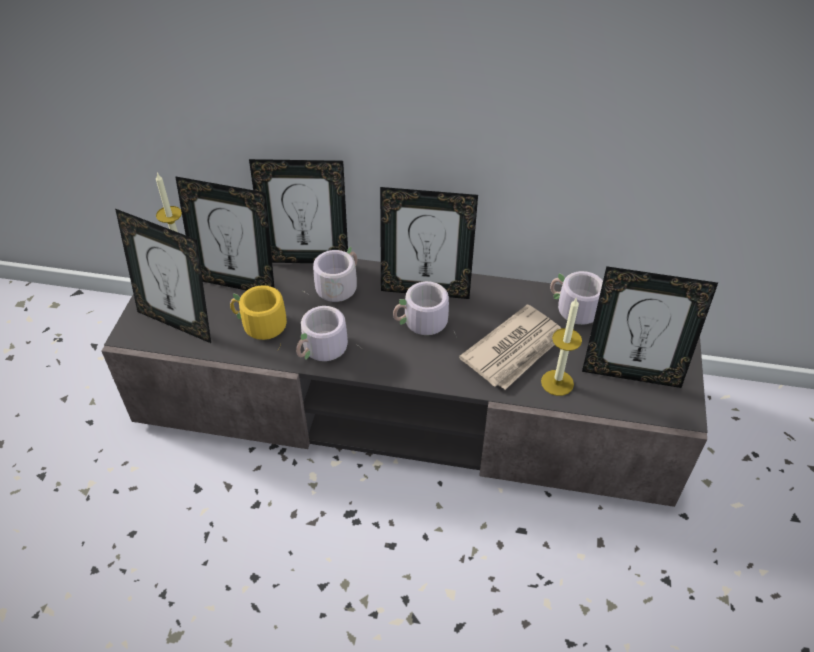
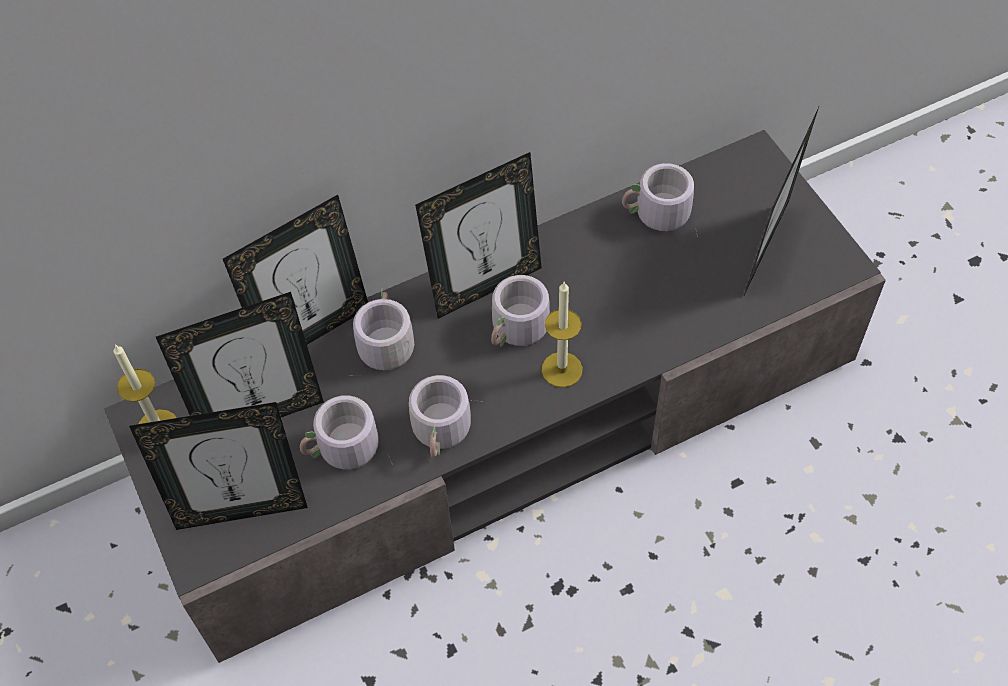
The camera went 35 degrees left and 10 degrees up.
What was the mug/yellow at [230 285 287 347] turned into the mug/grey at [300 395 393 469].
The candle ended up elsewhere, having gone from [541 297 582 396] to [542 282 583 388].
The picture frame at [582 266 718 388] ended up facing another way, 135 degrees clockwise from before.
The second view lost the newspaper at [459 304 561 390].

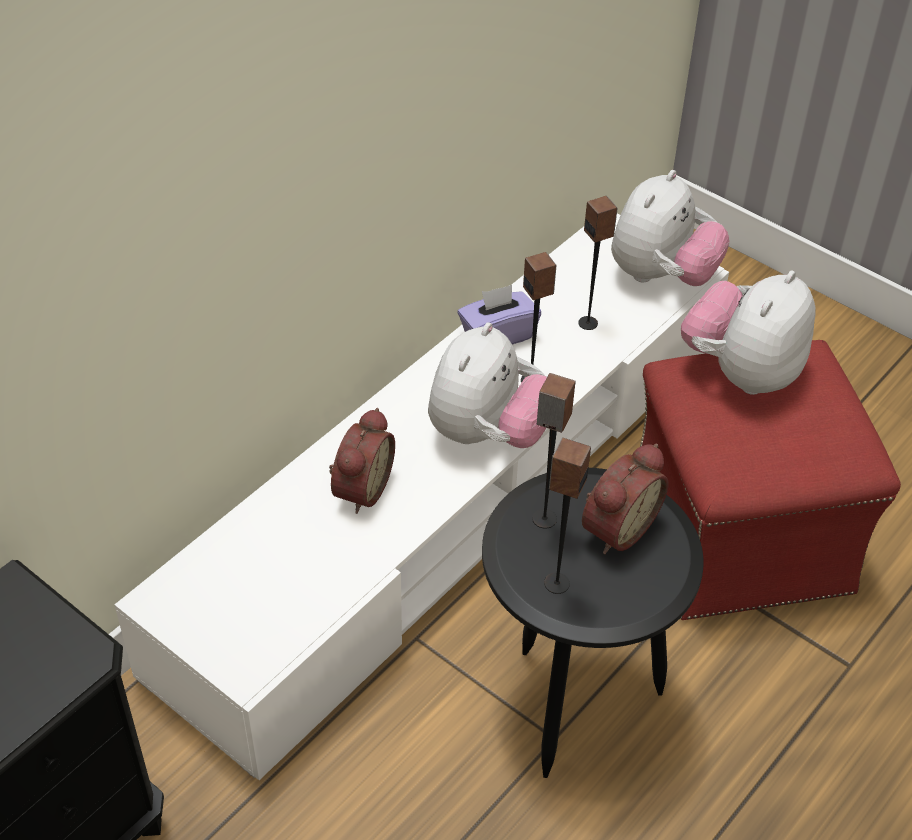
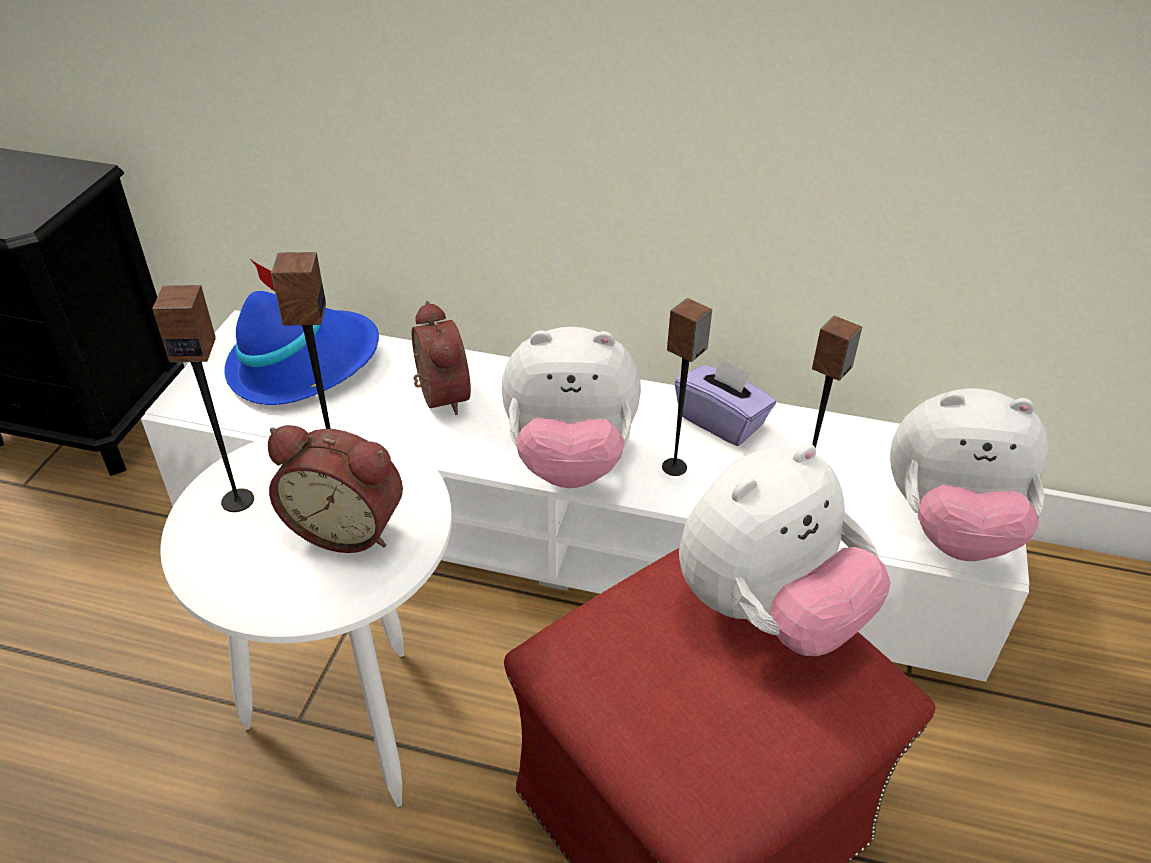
The camera went 65 degrees right and 5 degrees down.
What was the side table/black at [482 468 704 778] turned into the side table/white at [160 426 452 807].
The second view gained the hat/blue at [224 259 379 405].
The alarm clock at [329 408 395 514] ended up facing another way, 105 degrees counterclockwise from before.
The plush toy at [681 270 816 395] ended up facing another way, 135 degrees clockwise from before.

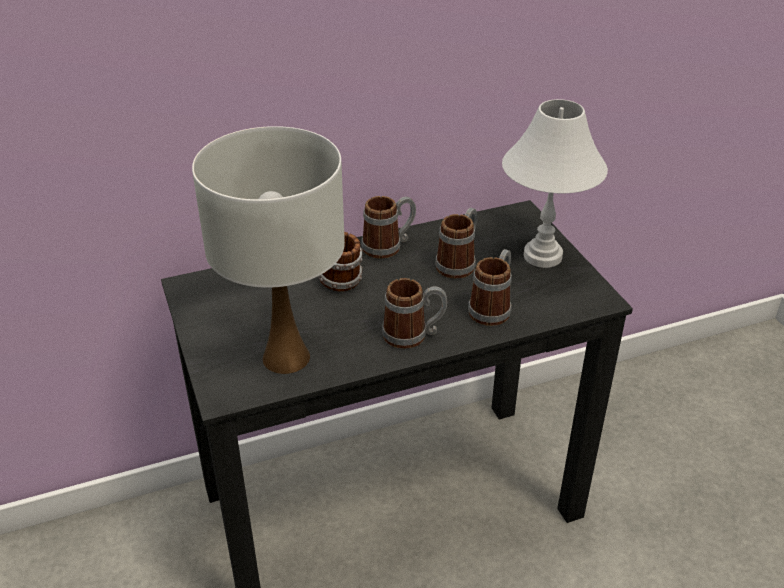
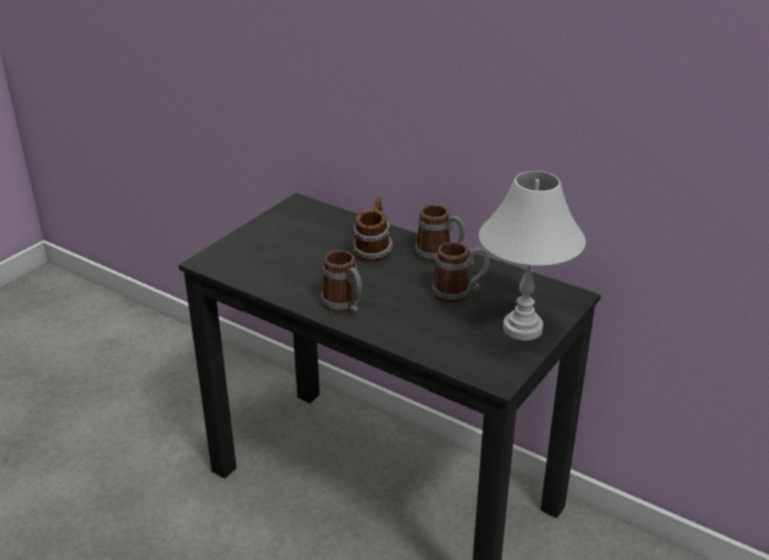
The camera went 55 degrees right and 5 degrees down.
The second view lost the table lamp/white at [192 126 345 374].
The second view lost the mug at [468 249 512 326].

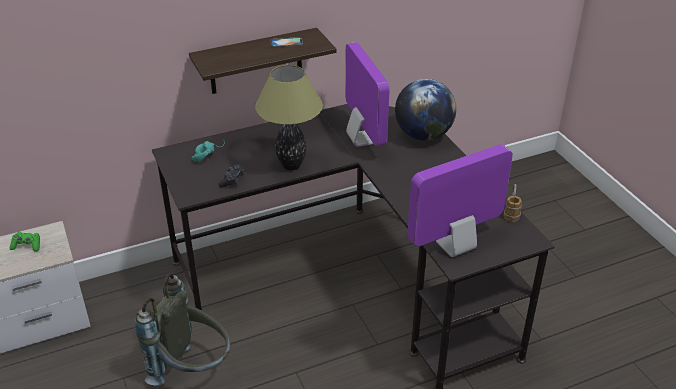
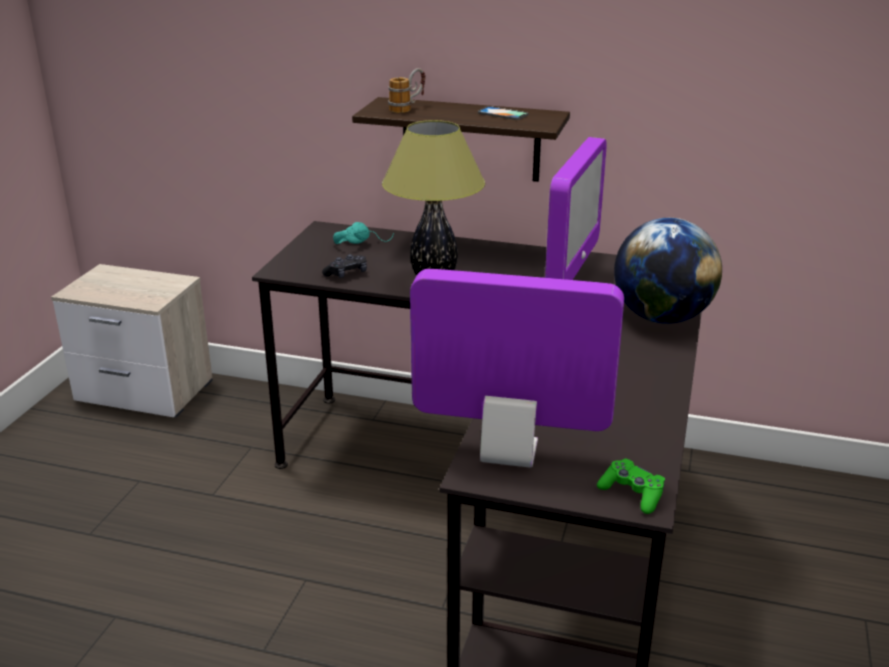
The camera went 40 degrees right and 10 degrees down.
The mug ended up elsewhere, having gone from [504 184 522 222] to [388 68 425 113].
The game controller/green ended up elsewhere, having gone from [10 232 40 252] to [597 459 665 514].
The second view lost the backpack/grey at [135 273 230 386].

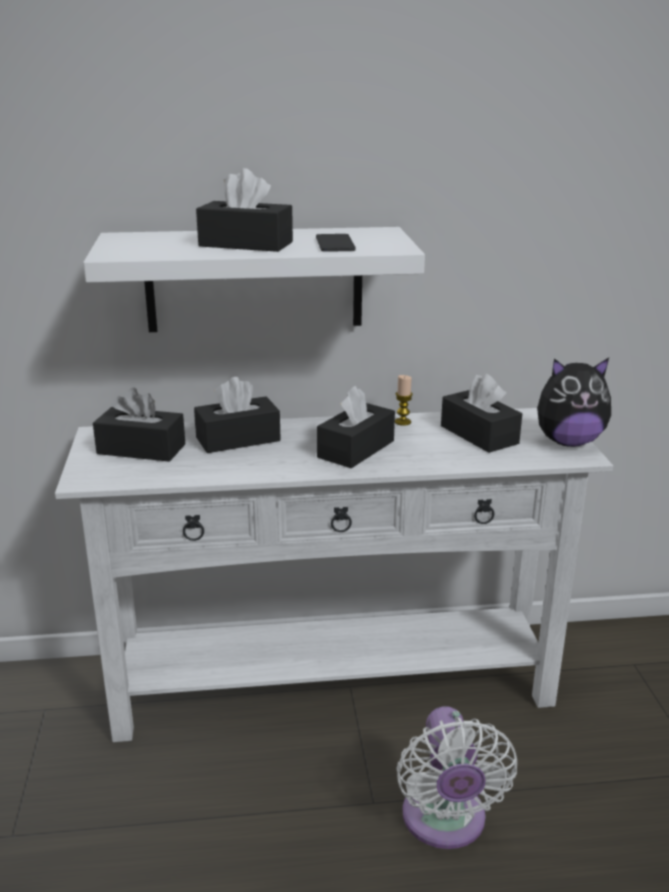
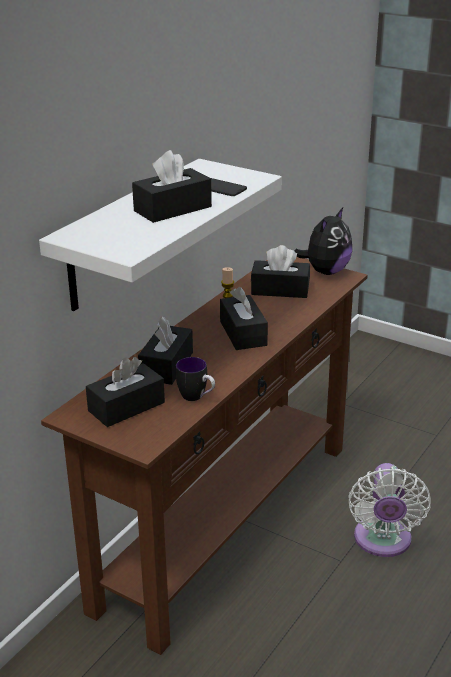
The camera went 50 degrees left and 5 degrees up.
What was the console table/white at [55 408 613 742] turned into the console table/brown at [41 257 368 655].
The second view gained the mug at [176 357 215 401].
The fan/white at [397 706 517 849] ended up facing another way, 60 degrees clockwise from before.

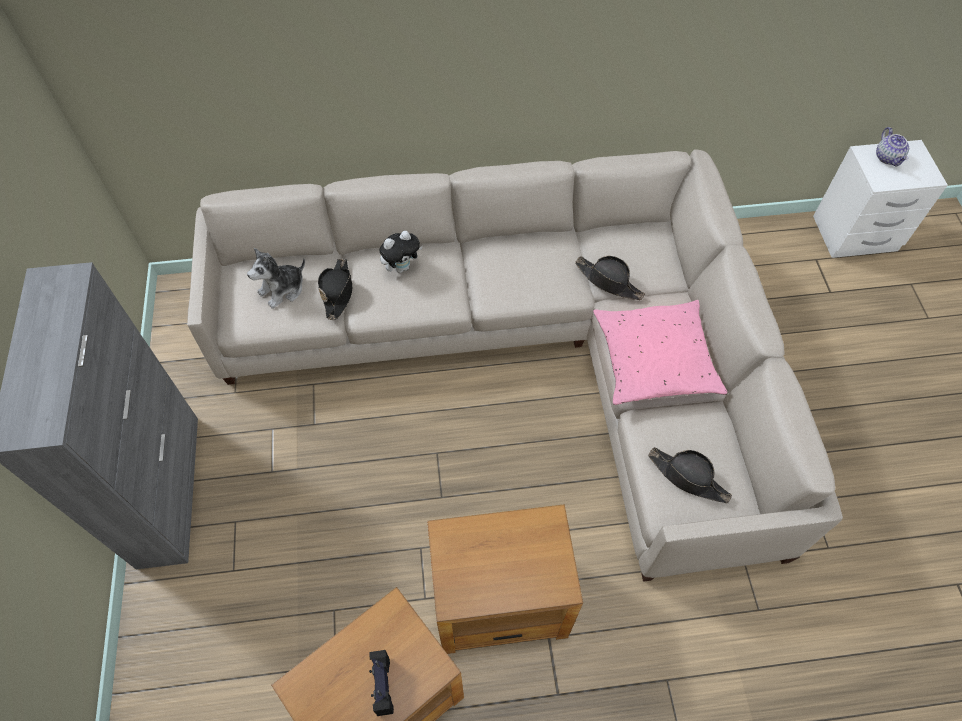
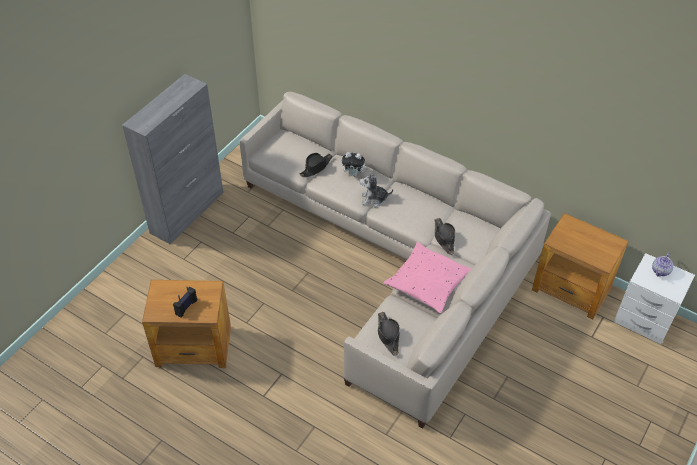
The camera went 40 degrees right and 10 degrees down.
The plush toy ended up elsewhere, having gone from [247 248 305 309] to [359 170 393 207].
The side table/brown ended up elsewhere, having gone from [427 504 583 654] to [532 213 629 319].

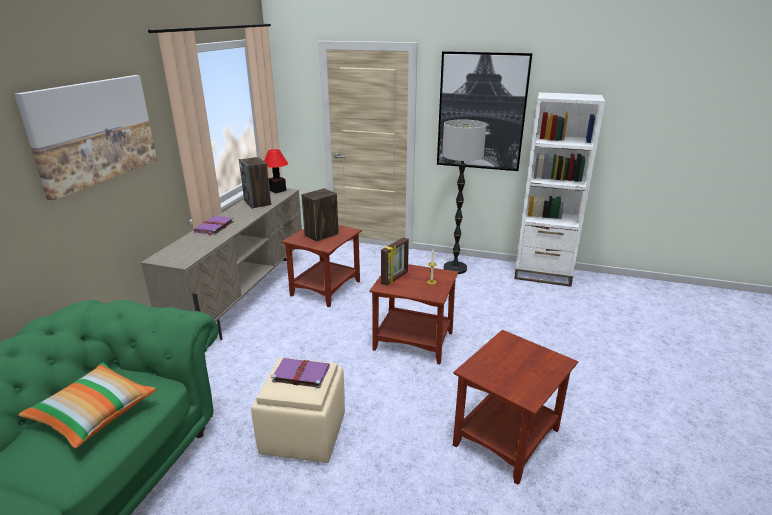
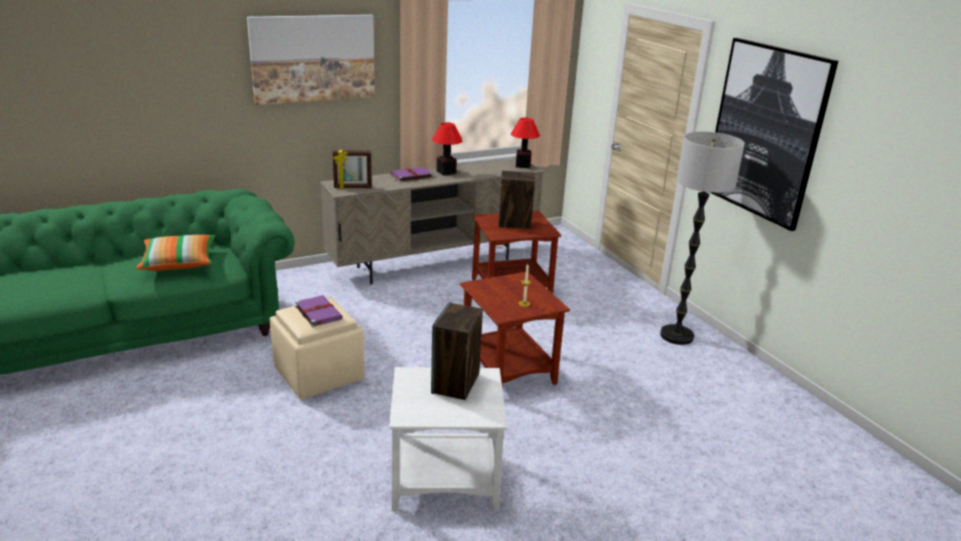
The camera went 45 degrees right and 0 degrees up.
The picture frame ended up elsewhere, having gone from [381 237 409 286] to [333 150 372 189].
What was the side table/brown at [453 330 578 485] turned into the side table/white at [389 367 507 512].
The speaker ended up elsewhere, having gone from [239 157 271 209] to [431 302 483 400].
The second view gained the table lamp at [432 122 462 176].
The second view lost the bookcase/white at [514 92 605 287].

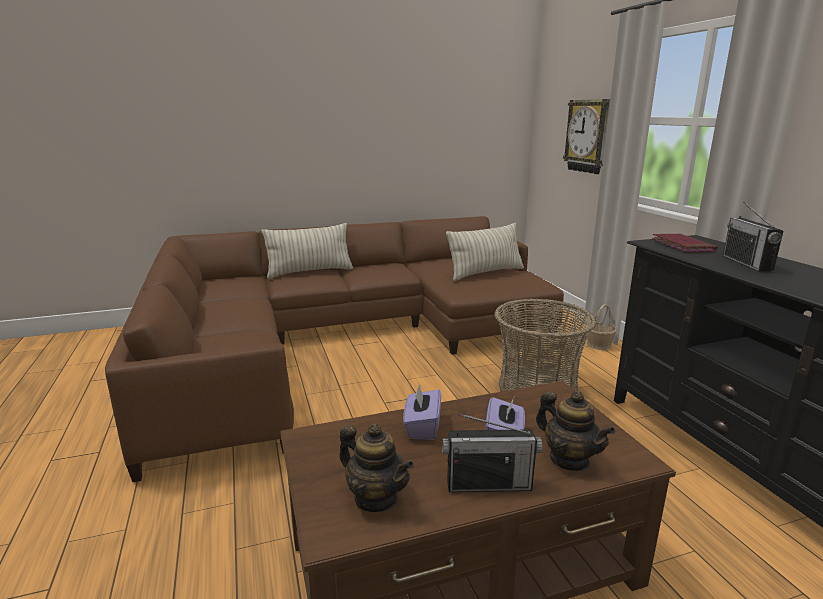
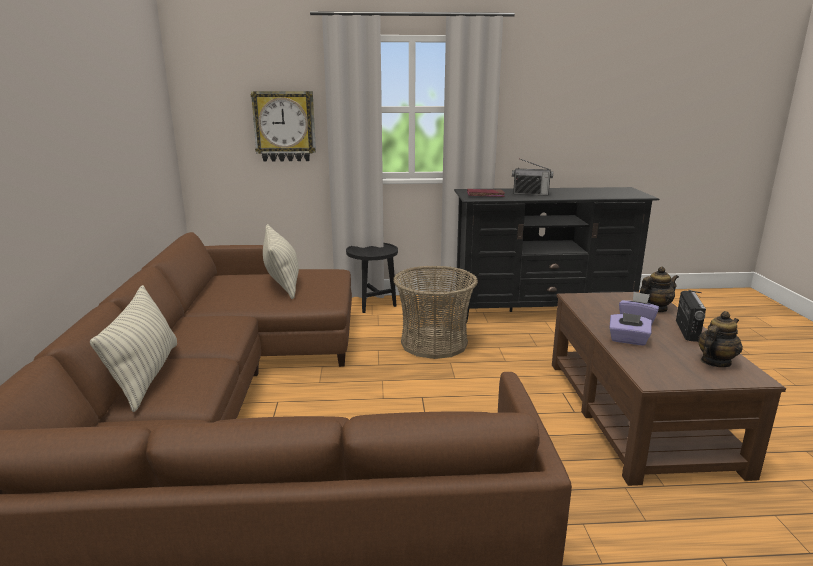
The camera went 75 degrees left and 0 degrees up.
Where the basket stood at [586 305 617 350], the side table/black came to stand at [346 243 398 313].

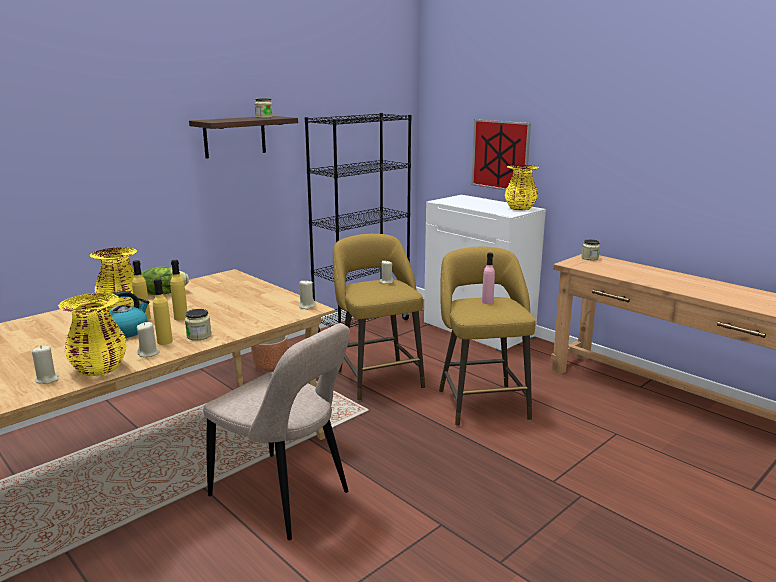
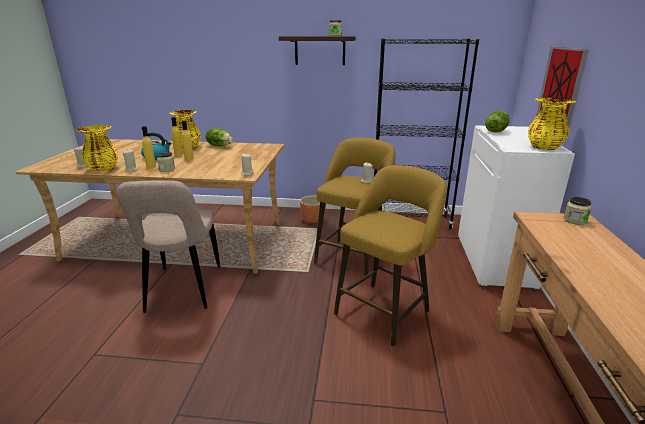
The camera went 50 degrees right and 5 degrees up.
The second view gained the lettuce at [485 111 510 132].
The second view lost the bottle/pink at [482 253 495 304].

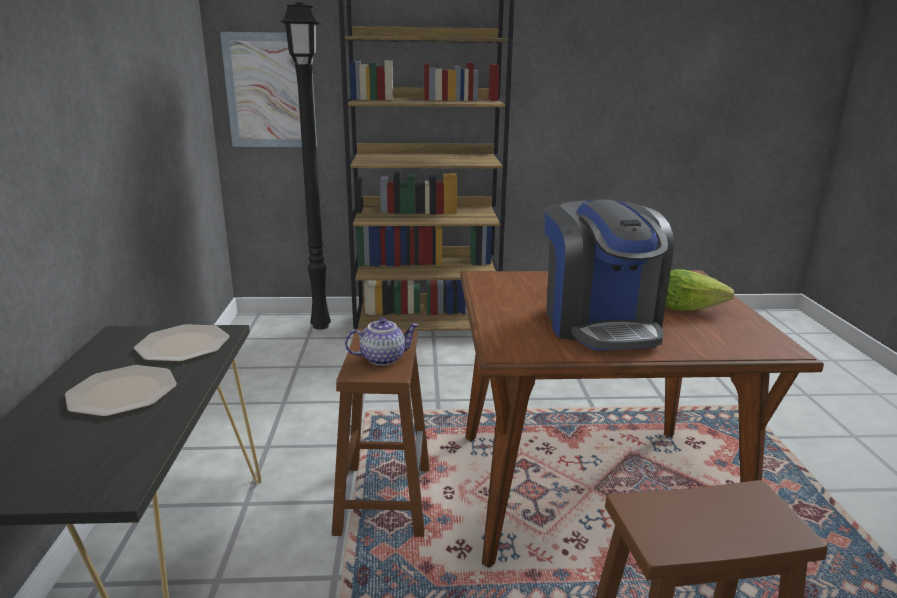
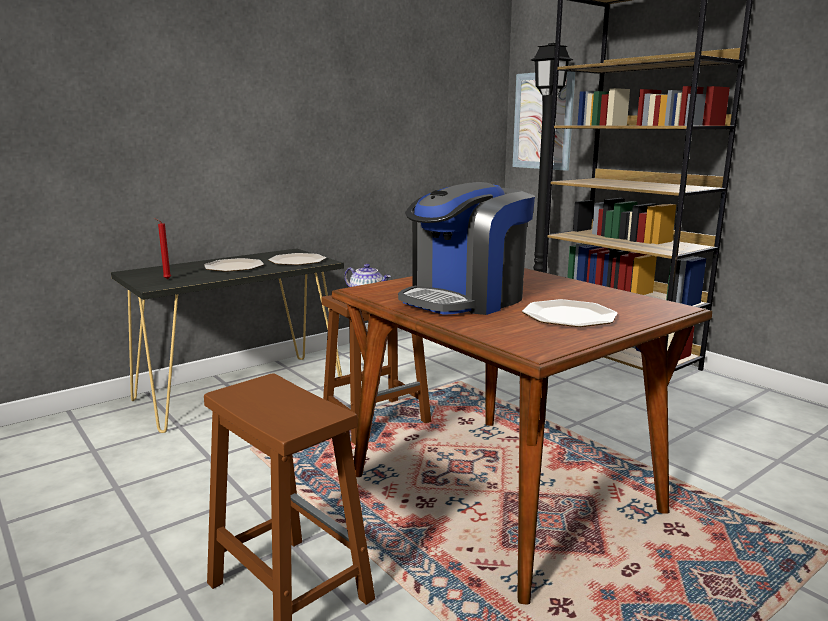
The camera went 55 degrees right and 5 degrees down.
The second view gained the candle/red at [154 218 171 279].
Where the lettuce stood at [665 269 735 311], the plate came to stand at [522 299 618 327].

